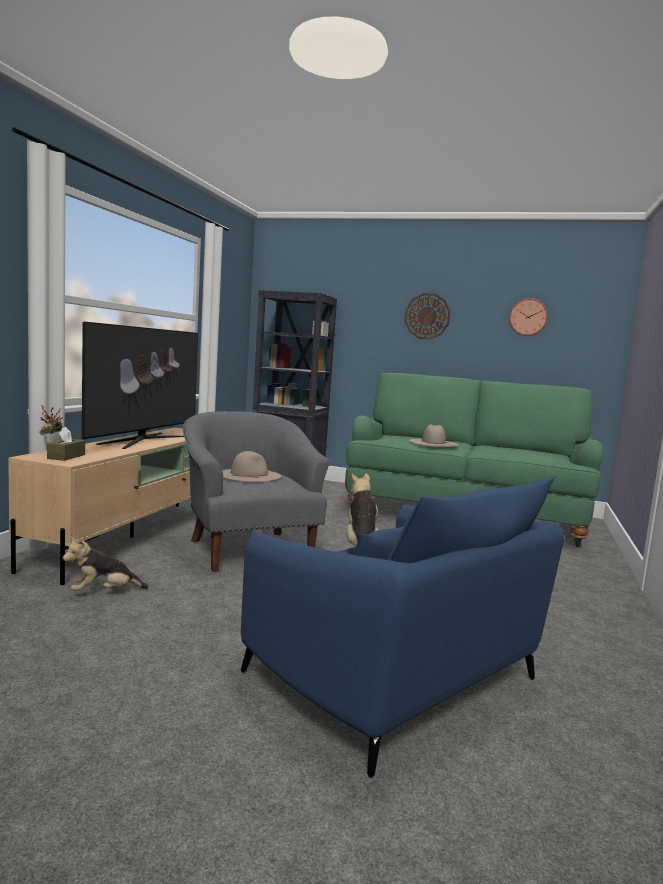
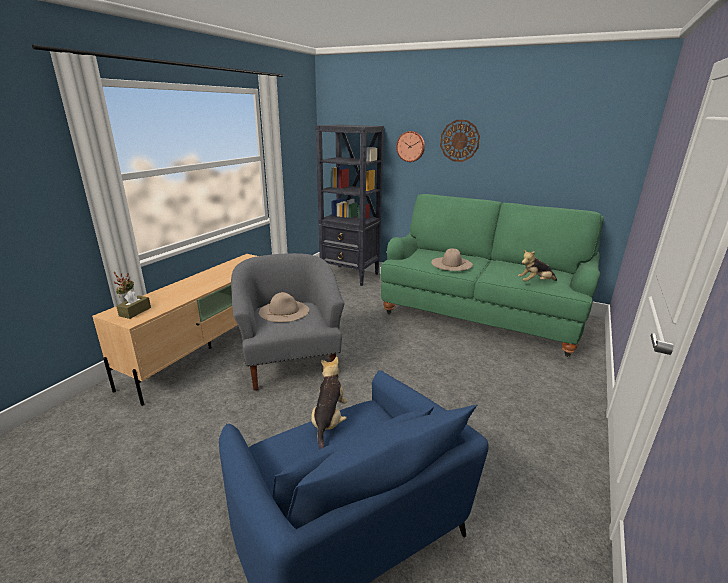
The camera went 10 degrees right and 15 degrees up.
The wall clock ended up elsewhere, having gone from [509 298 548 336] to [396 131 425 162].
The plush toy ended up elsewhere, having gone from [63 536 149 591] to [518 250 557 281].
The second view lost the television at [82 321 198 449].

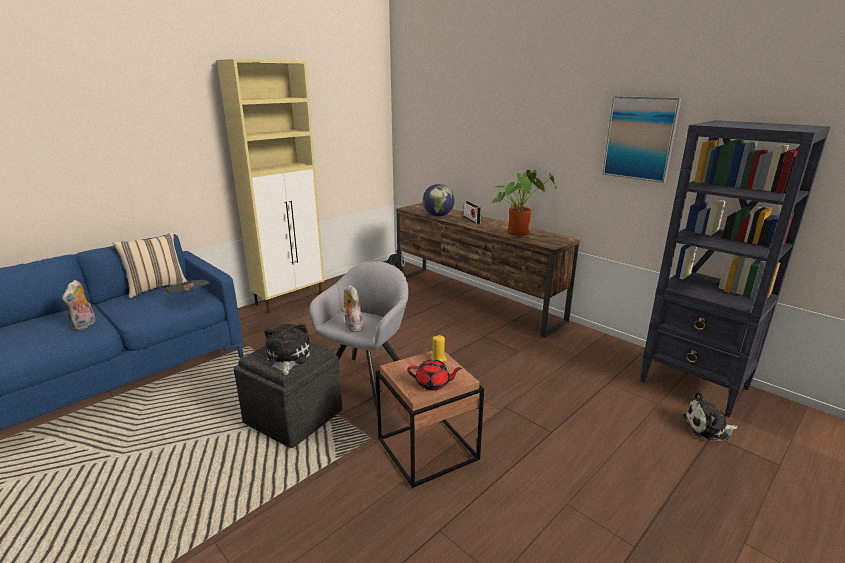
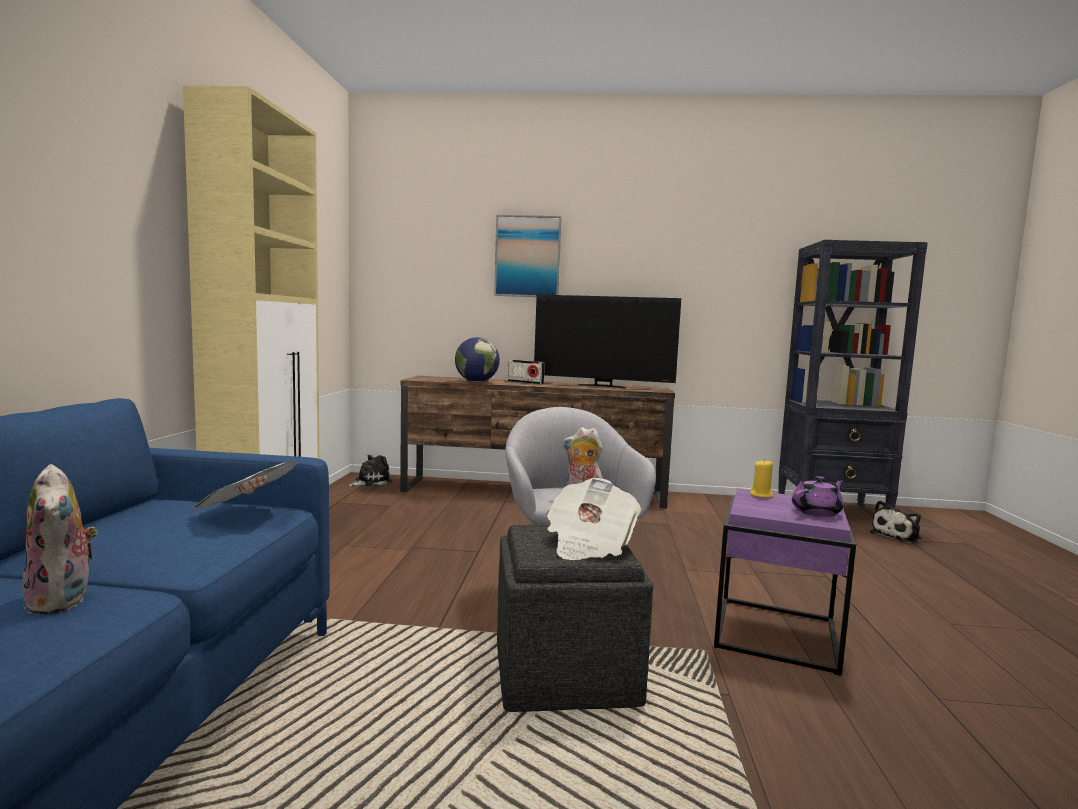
The camera went 40 degrees left and 15 degrees down.
The picture ended up elsewhere, having gone from [602 96 682 183] to [494 215 562 297].
Where the potted plant stood at [492 170 557 236], the television came to stand at [534 295 681 388].
Where the plush toy stood at [264 323 310 375], the newspaper came to stand at [546 478 641 560].
What was the side table/brown at [375 351 484 488] turned into the side table/purple at [714 488 856 676].
What was the teapot/red at [407 359 462 391] turned into the teapot/purple at [792 476 844 517].
The second view lost the pillow/beige at [113 231 187 298].

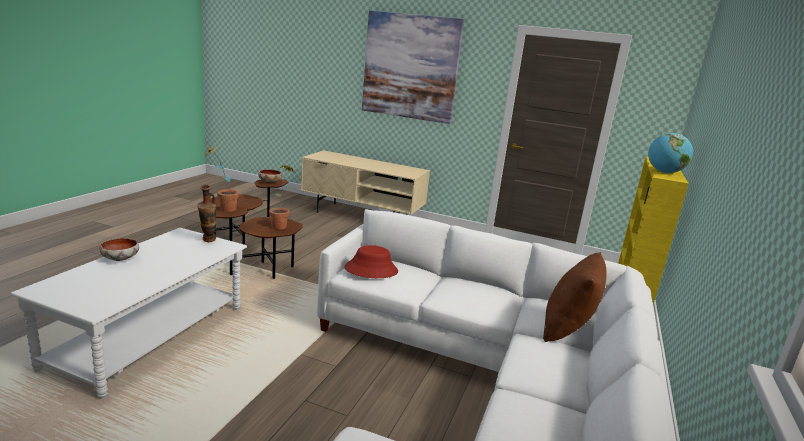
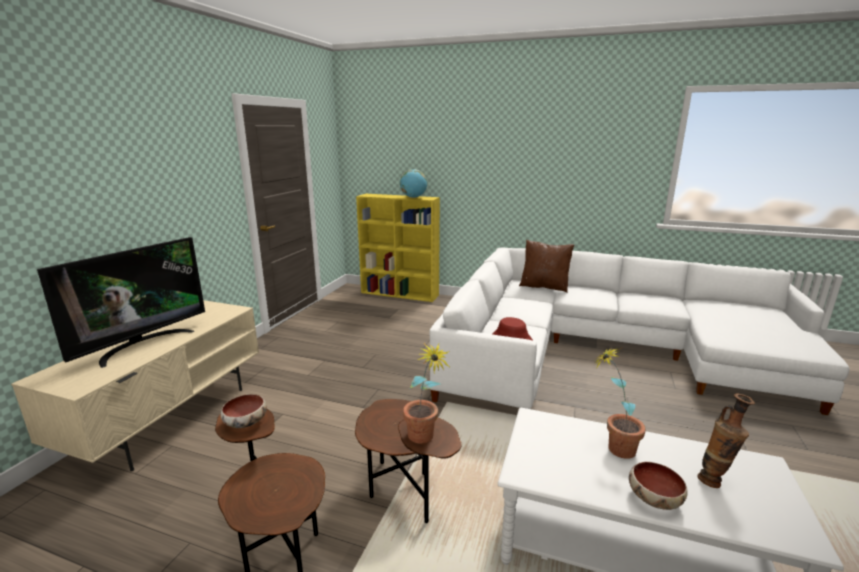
The camera went 90 degrees left and 0 degrees up.
The second view gained the television at [37 237 205 368].
The potted plant ended up elsewhere, having gone from [269 165 294 230] to [594 348 646 459].
The vase ended up elsewhere, having gone from [197 185 216 242] to [698 393 755 488].
The second view lost the picture at [362 11 464 124].

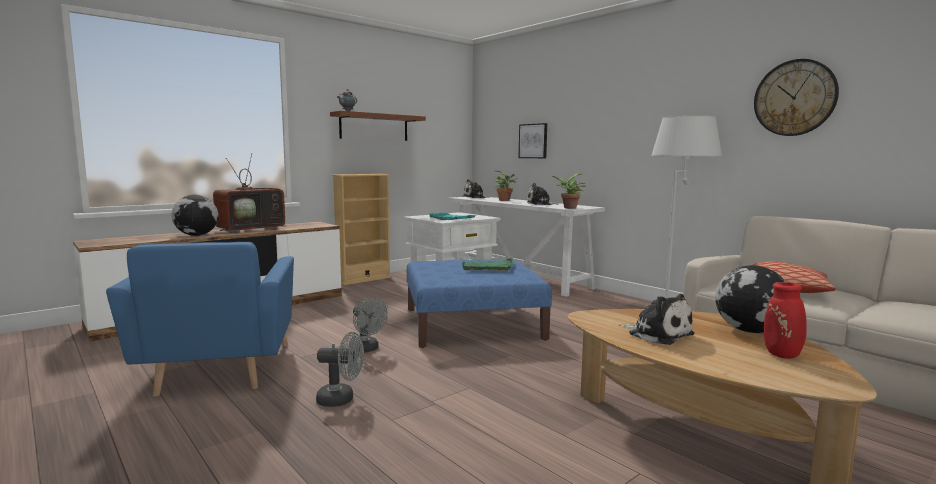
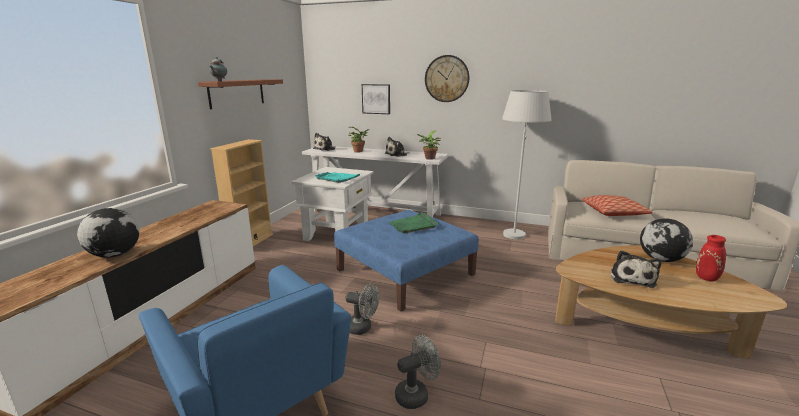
The camera went 30 degrees left and 10 degrees up.
The wall clock ended up elsewhere, having gone from [754 59 839 136] to [425 55 469 102].
The plush toy at [619 294 695 345] ended up facing another way, 90 degrees clockwise from before.
The second view lost the television at [213 153 286 233].

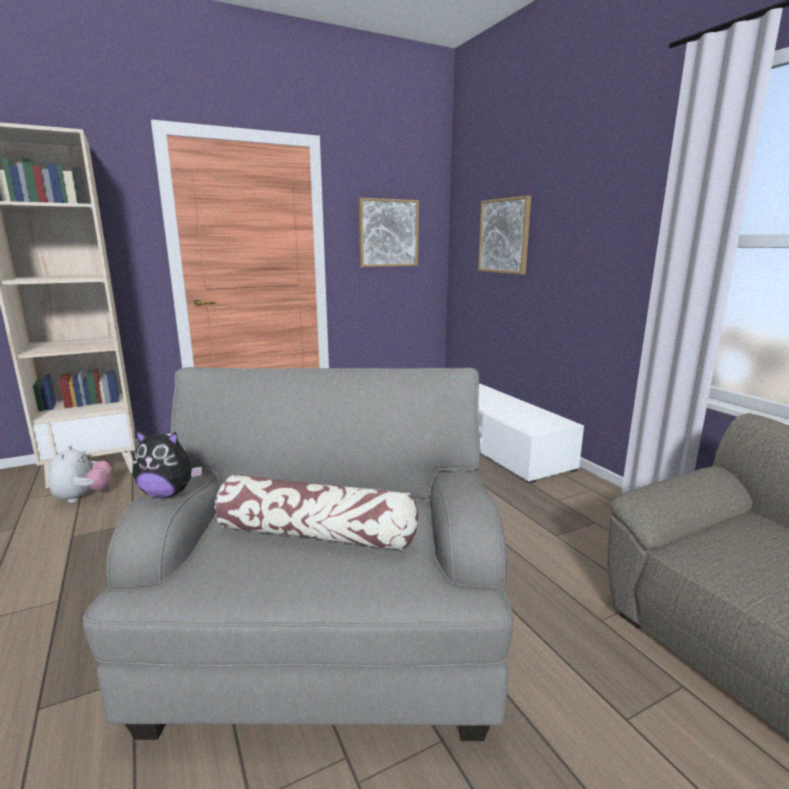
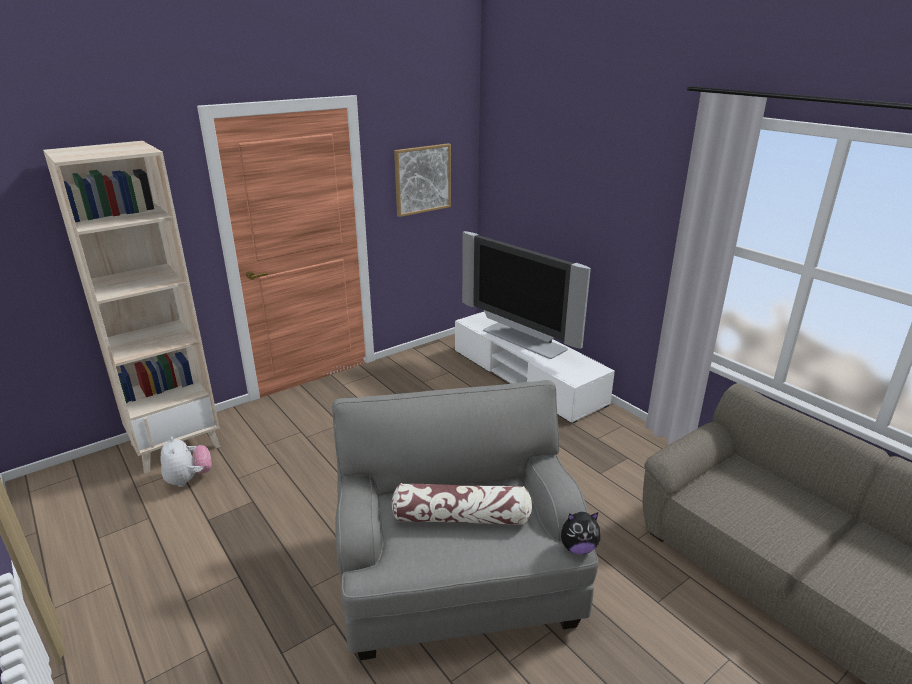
The camera went 10 degrees left and 10 degrees up.
The second view gained the television at [462 231 591 359].
The plush toy ended up elsewhere, having gone from [133 430 202 498] to [561 512 600 555].
The second view lost the picture at [478 195 531 274].

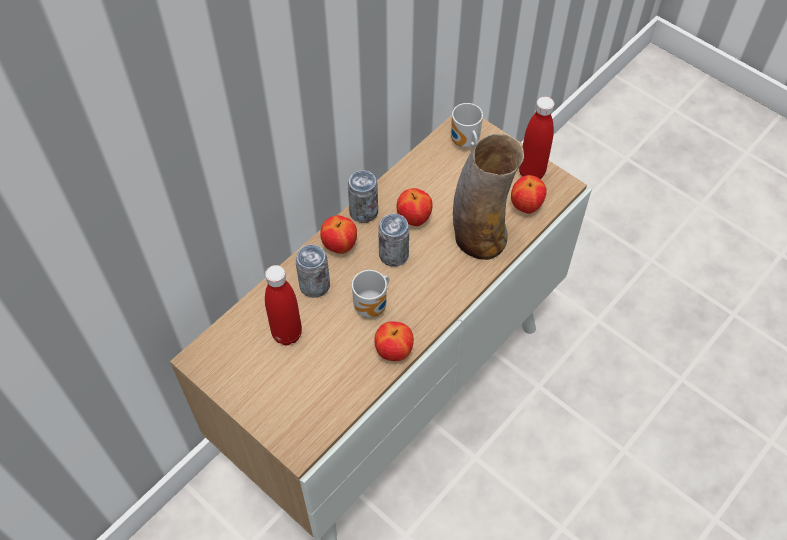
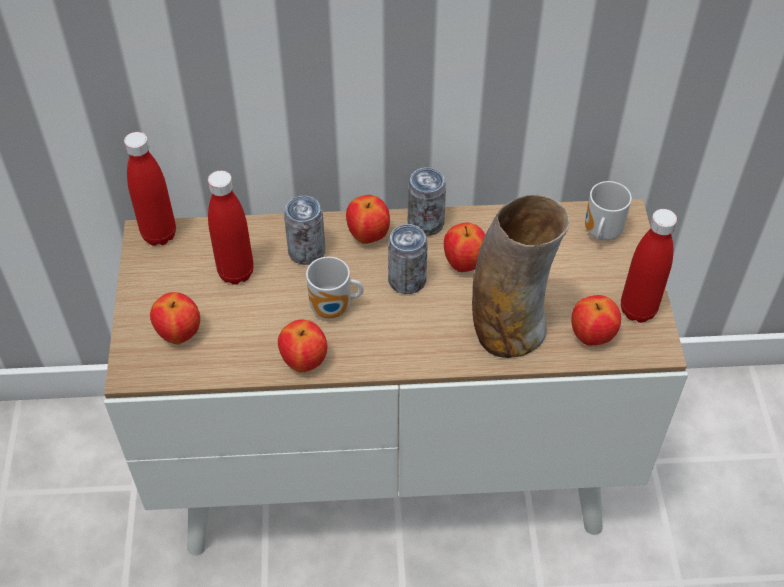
The camera went 45 degrees right and 5 degrees down.
The second view gained the bottle/red at [124 132 176 246].
The second view gained the apple at [150 292 200 344].

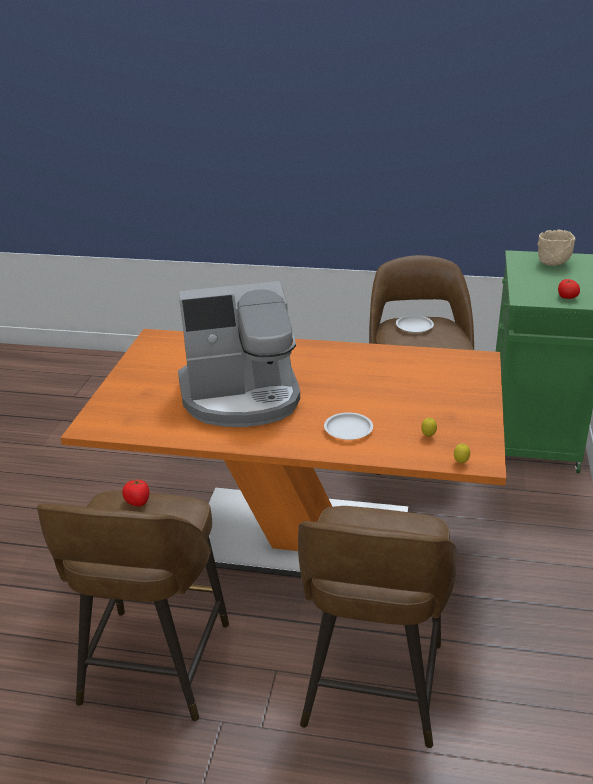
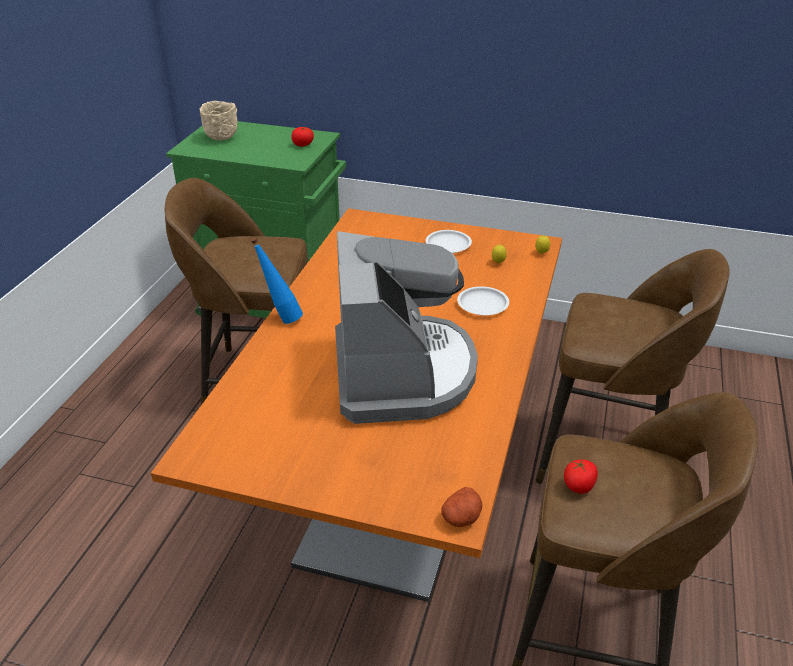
The camera went 85 degrees left and 5 degrees up.
The second view gained the bottle/blue at [251 238 303 324].
The plate/white ended up elsewhere, having gone from [396 315 434 333] to [426 230 472 253].
The second view gained the potato at [441 487 482 527].

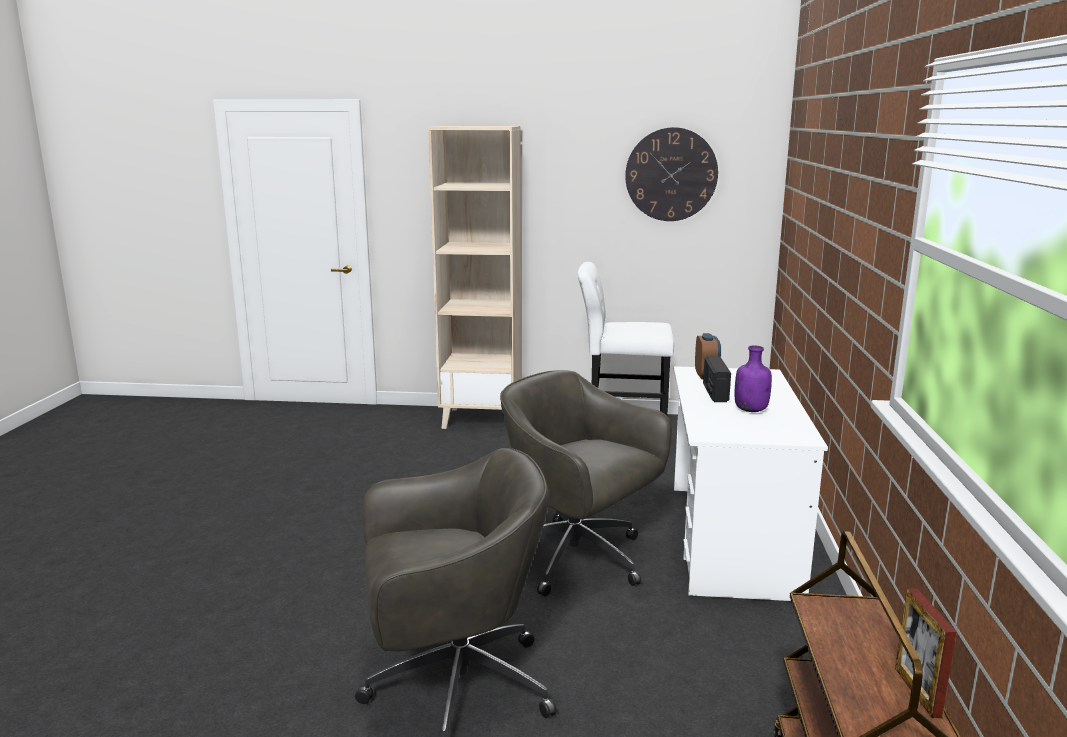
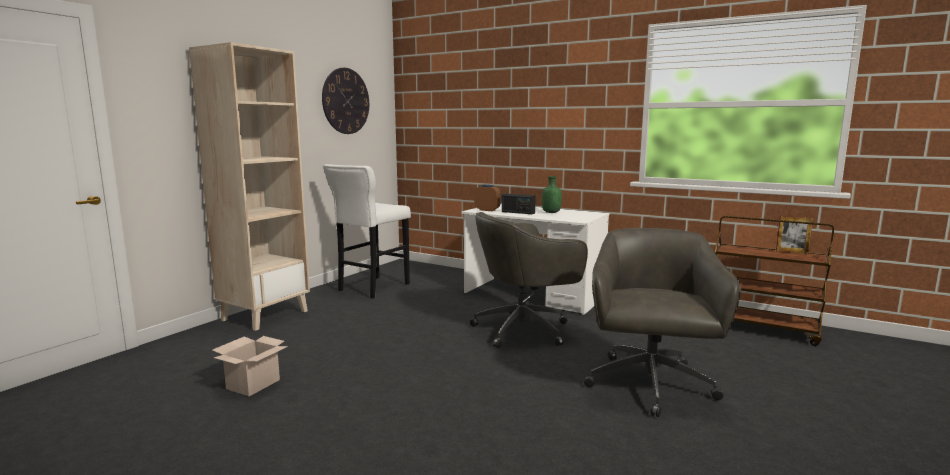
The camera went 65 degrees left and 5 degrees down.
The second view gained the cardboard box at [212 336 288 396].
What was the bottle/purple at [735 345 772 412] turned into the bottle/green at [542 176 562 213].

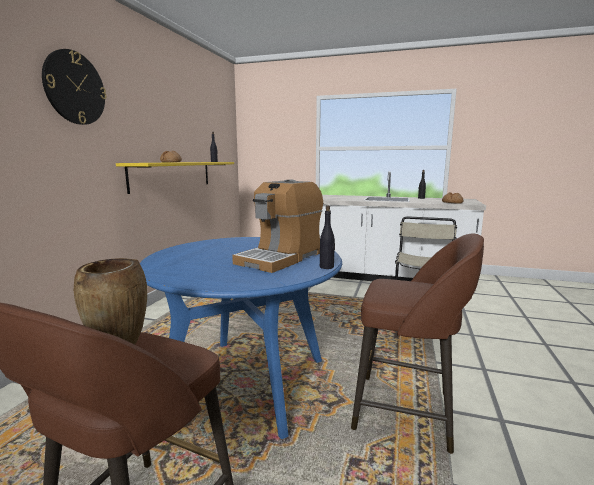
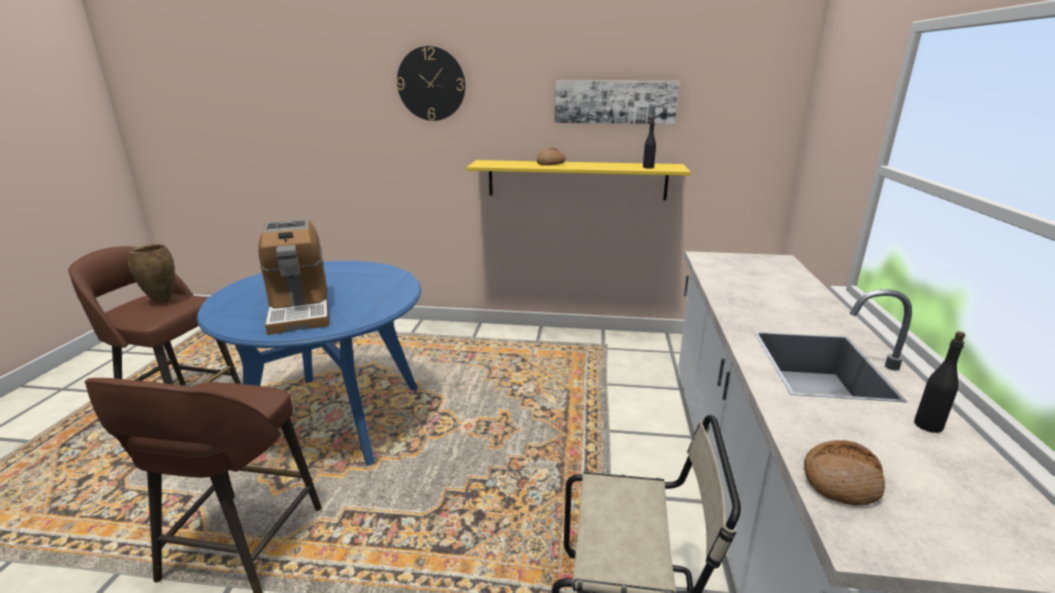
The camera went 80 degrees right and 10 degrees up.
The coffee machine at [232 179 323 273] ended up facing another way, 135 degrees counterclockwise from before.
The second view gained the picture at [555 80 679 124].
The second view lost the bottle/black at [320 205 335 269].

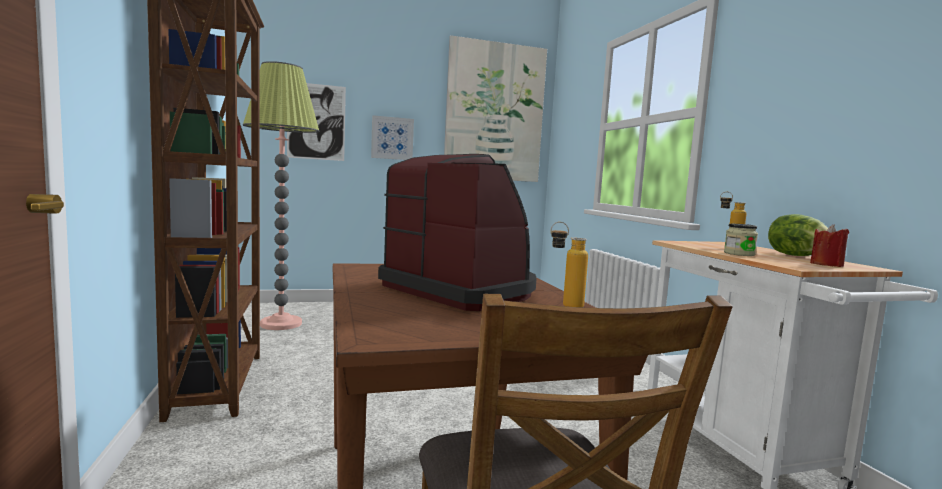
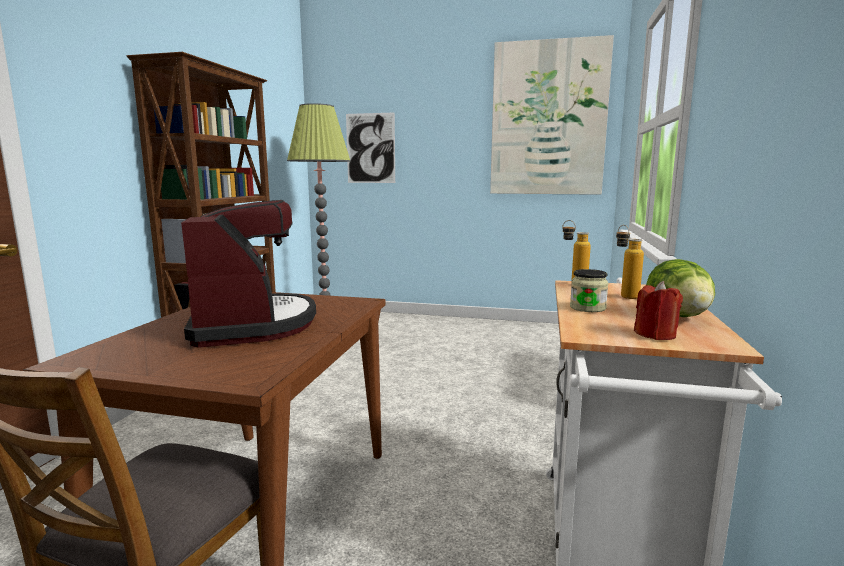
The camera went 30 degrees right and 5 degrees up.
The bottle ended up elsewhere, having gone from [550 222 588 308] to [562 220 591 283].
The second view lost the picture at [371 115 414 160].

